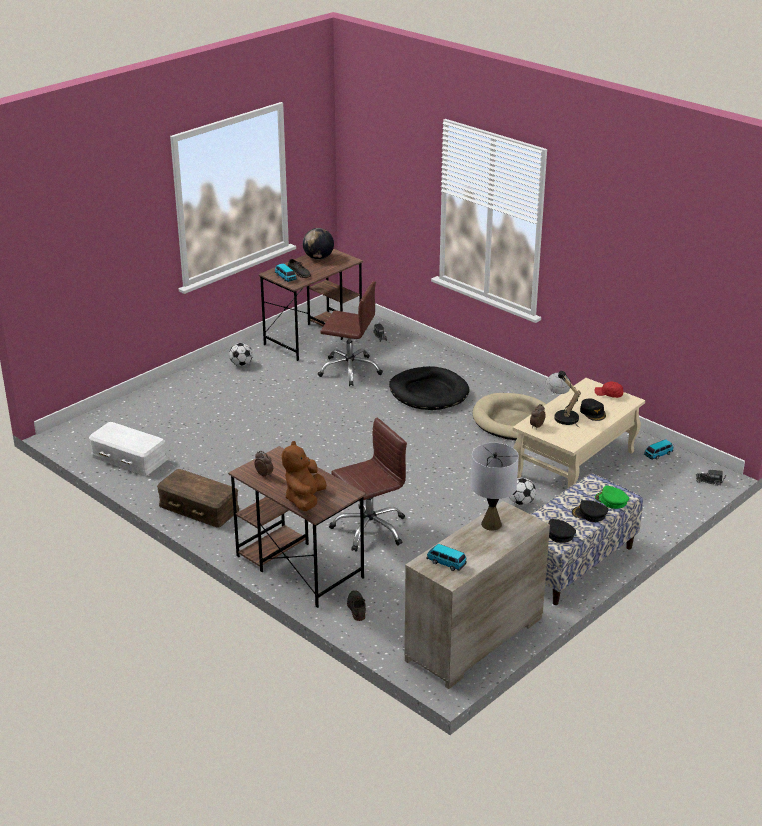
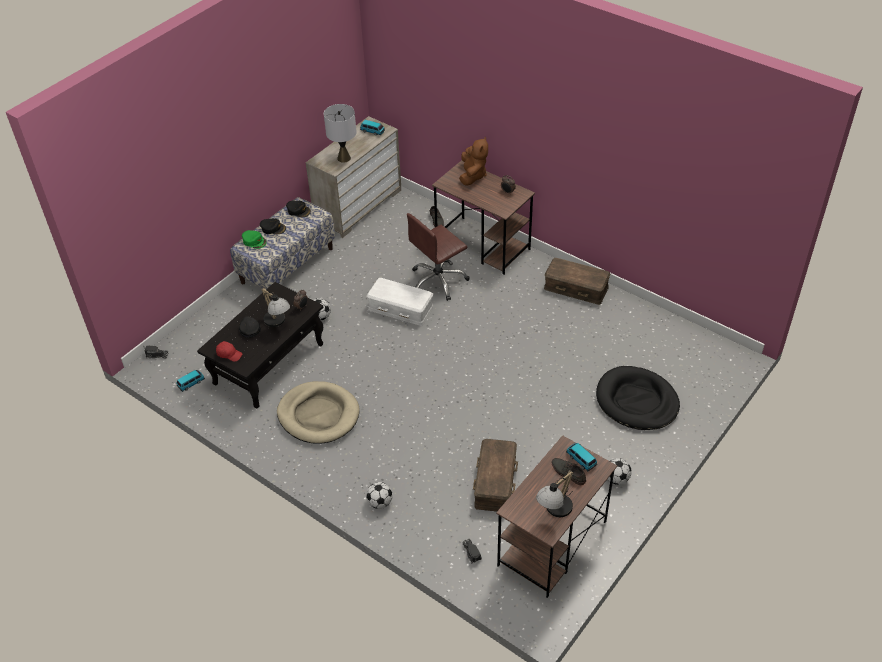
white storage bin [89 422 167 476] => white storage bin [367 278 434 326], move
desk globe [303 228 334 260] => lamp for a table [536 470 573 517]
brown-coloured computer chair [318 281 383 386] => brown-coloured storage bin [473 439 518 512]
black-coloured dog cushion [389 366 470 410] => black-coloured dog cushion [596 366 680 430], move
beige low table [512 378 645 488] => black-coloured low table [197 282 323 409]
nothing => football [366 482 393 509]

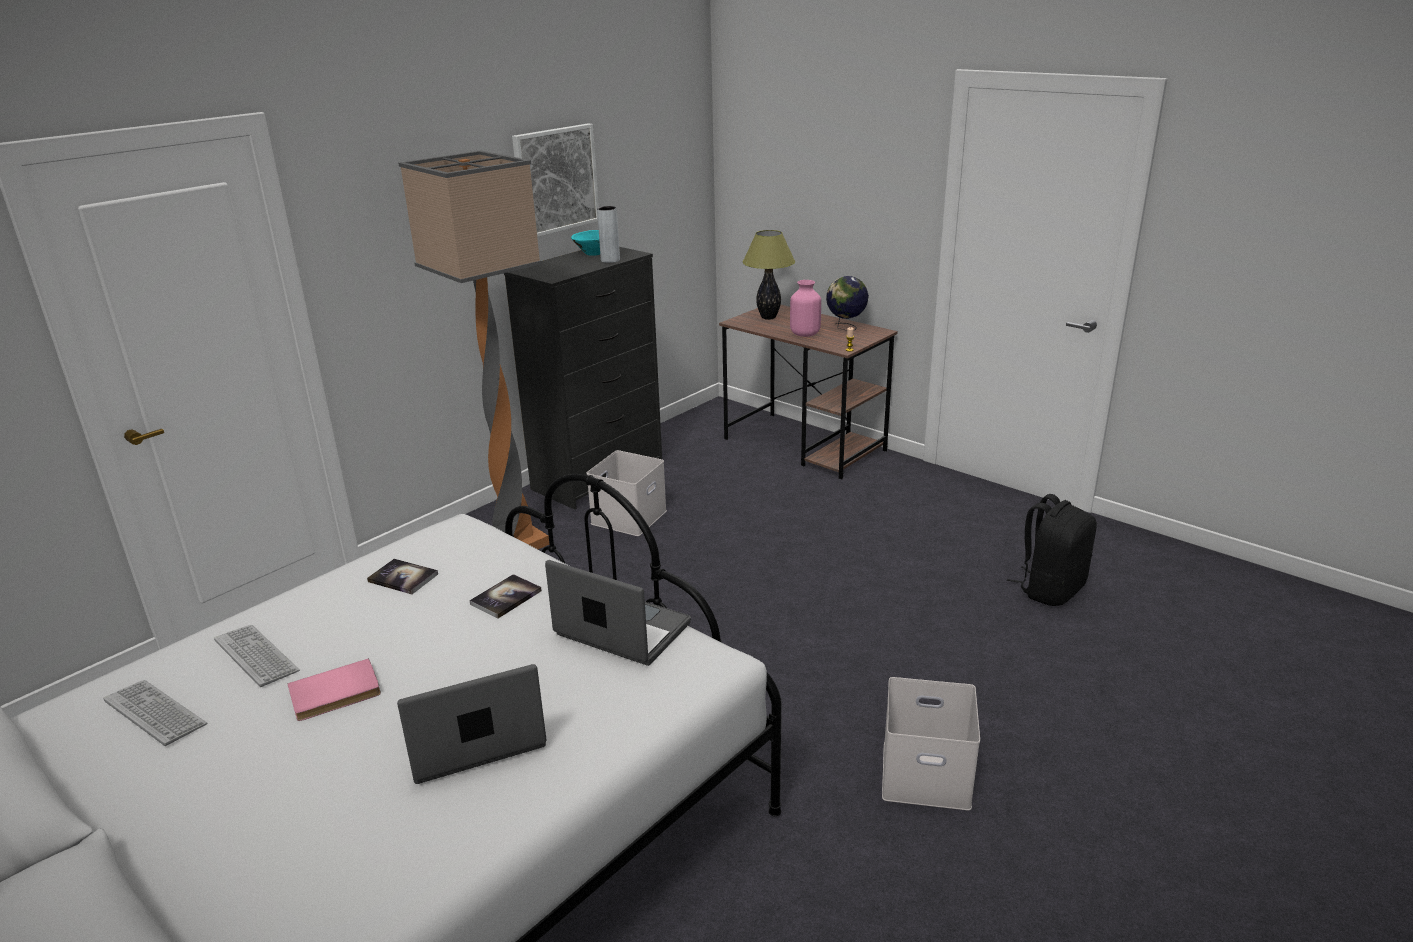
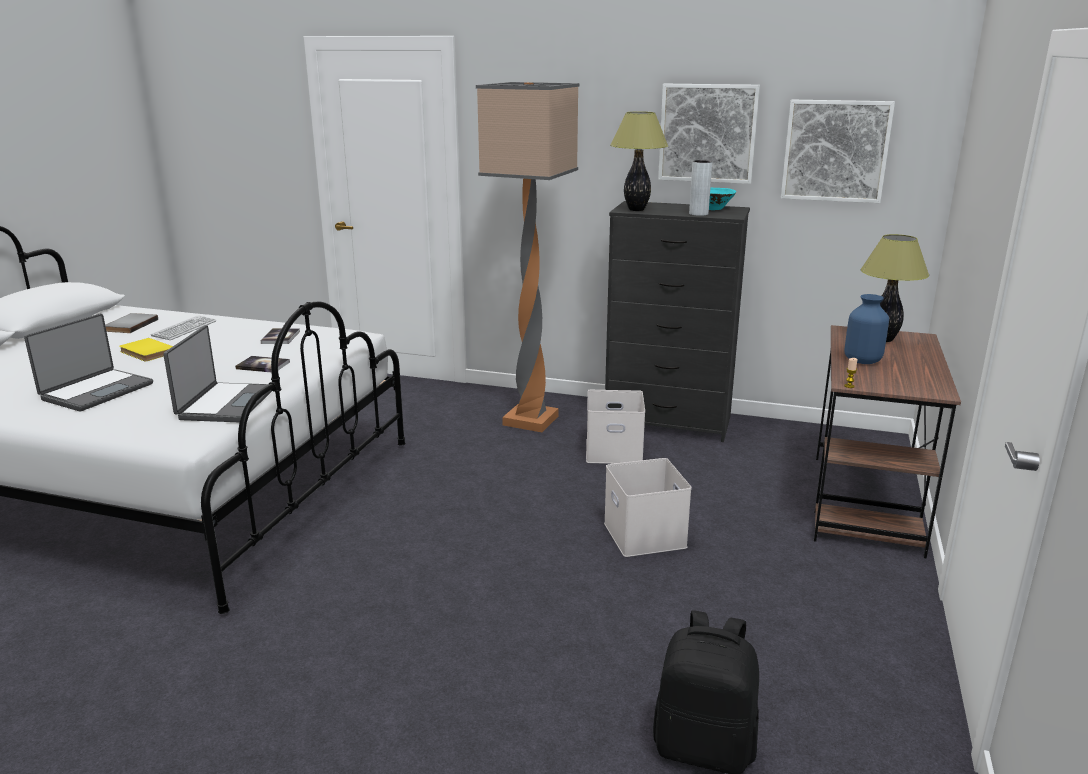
PC keyboard [103 680 207 746] => greyish bound book [105 313 158 333]
pink bound book [287 658 381 721] => yellow bound book [119 338 173 361]
laptop [397 664 547 784] => laptop [24 314 153 411], 75 degrees clockwise
pink flower vase [790 280 821 337] => bluish flower vase [844 294 889 364]
desk globe [826 276 869 331] => nothing
white storage bin [882 677 980 810] => white storage bin [604 458 692 557], move
nothing => lamp for a table [610 111 668 211]
nothing => wall picture [781 100 895 203]

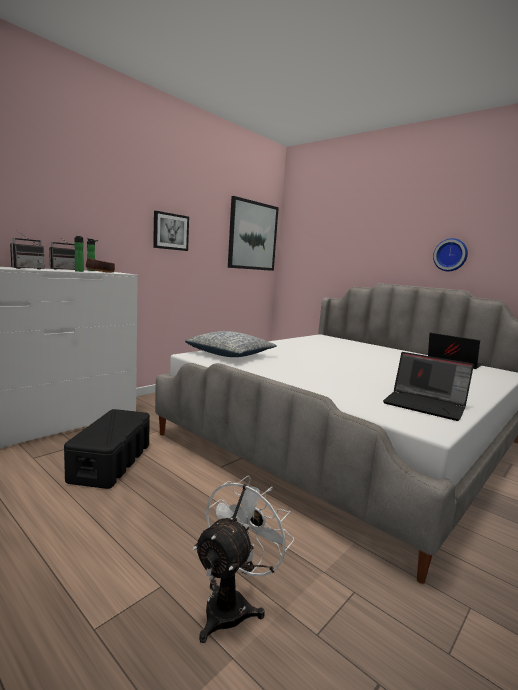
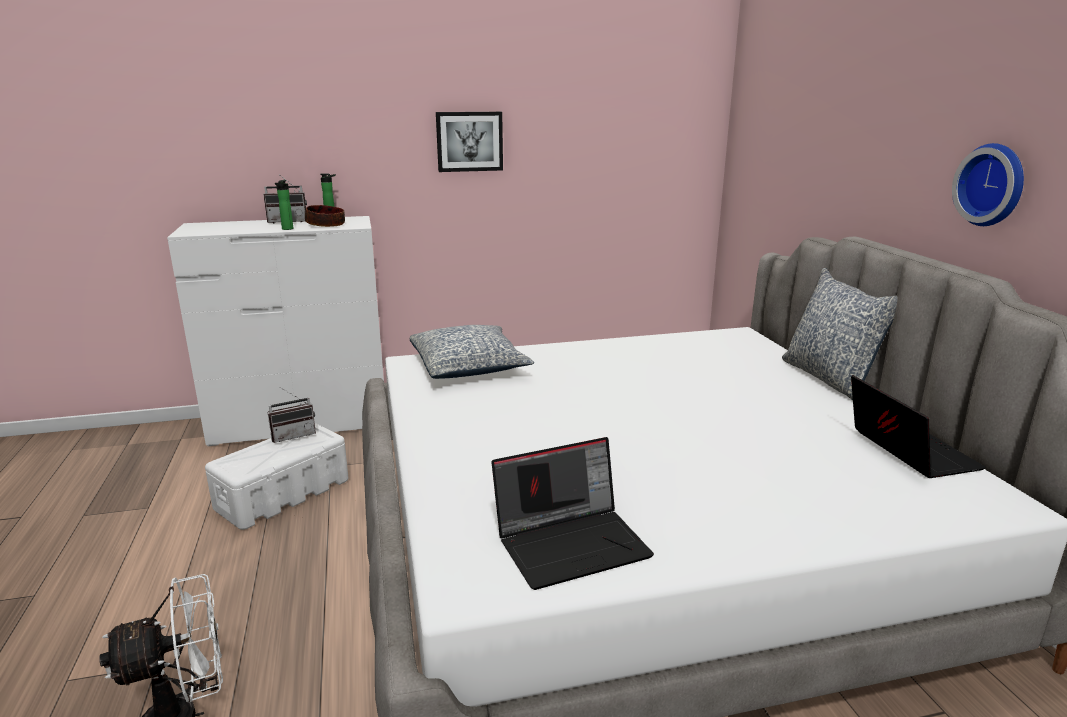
radio [10 231 45 269] => radio [268 387 316 443], move
black-coloured storage bin [64 409 150 489] => white storage bin [205 423 349 530]
wall picture [228 196 279 271] => nothing
laptop [383 352 474 421] => laptop [491 437 654 590], 90 degrees counterclockwise
nothing => pillow [782 268 898 400]

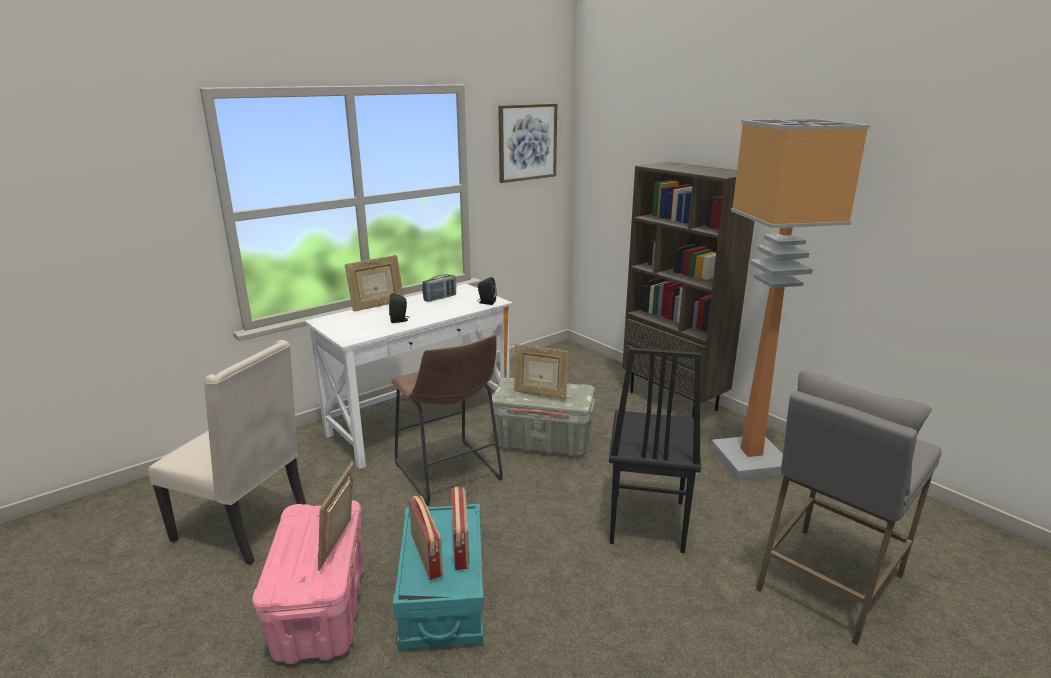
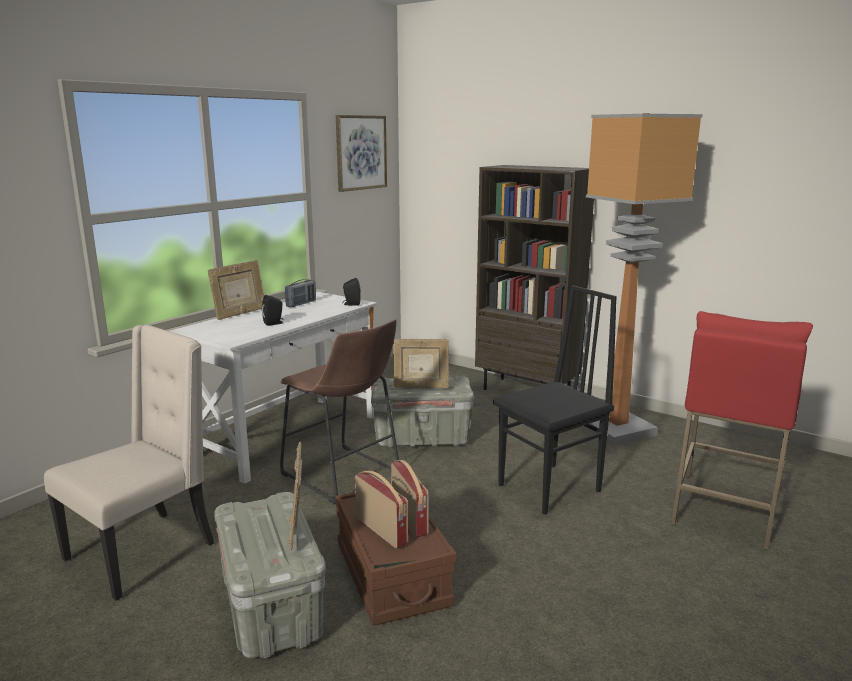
beige plain chair [148 340 306 565] => beige plain chair [44 325 214 600], 60 degrees counterclockwise
pink storage bin [252 500 364 664] => greyish storage bin [214 492 326 658]
turquoise-coloured storage bin [393 504 484 650] => brown-coloured storage bin [335 493 457 626]
black-coloured plain chair [609 348 701 553] => black-coloured plain chair [493 285 617 515], 120 degrees counterclockwise
greyish sitting stool [756 370 941 645] => red sitting stool [671 311 813 550]

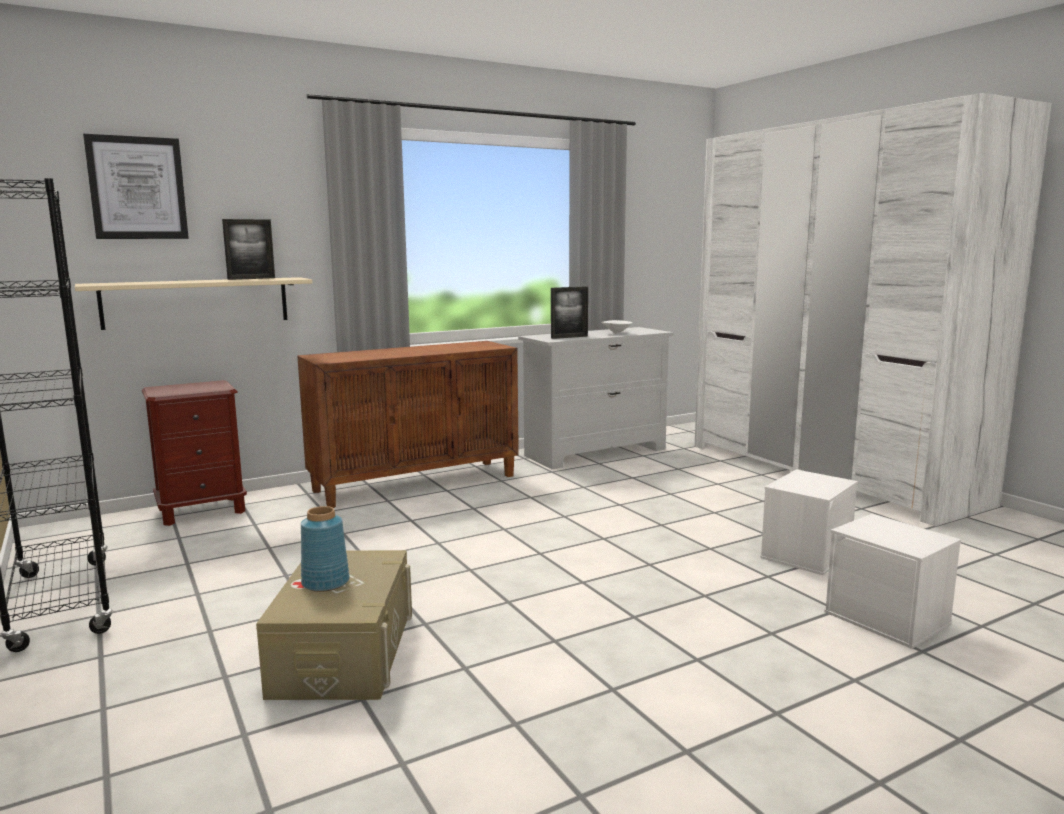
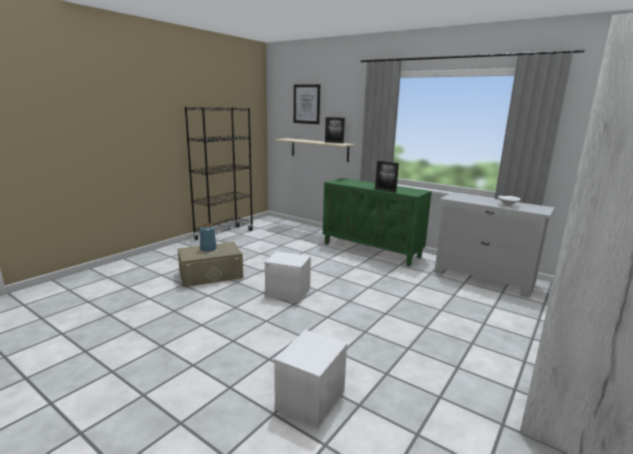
brown-coloured nightstand [142 380 247 526] => nothing
brown-coloured cabinet [297 341 519 508] => green-coloured cabinet [323 178 432 266]
photo frame [551 286 588 339] => photo frame [375 161 399 193], move
white storage bin [760 469 858 575] => white storage bin [264 251 311 302], move

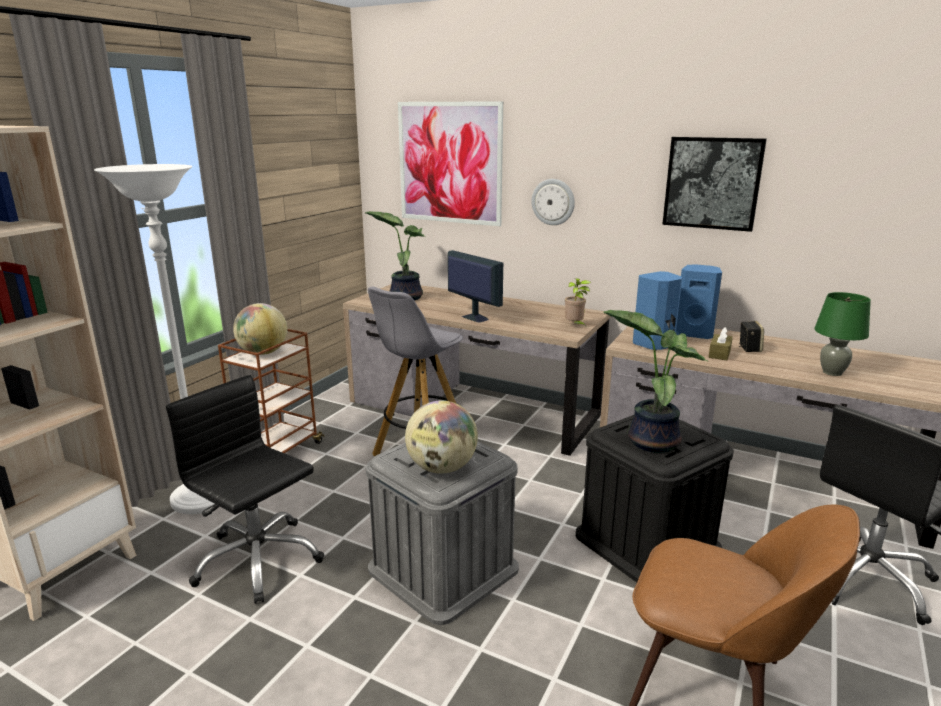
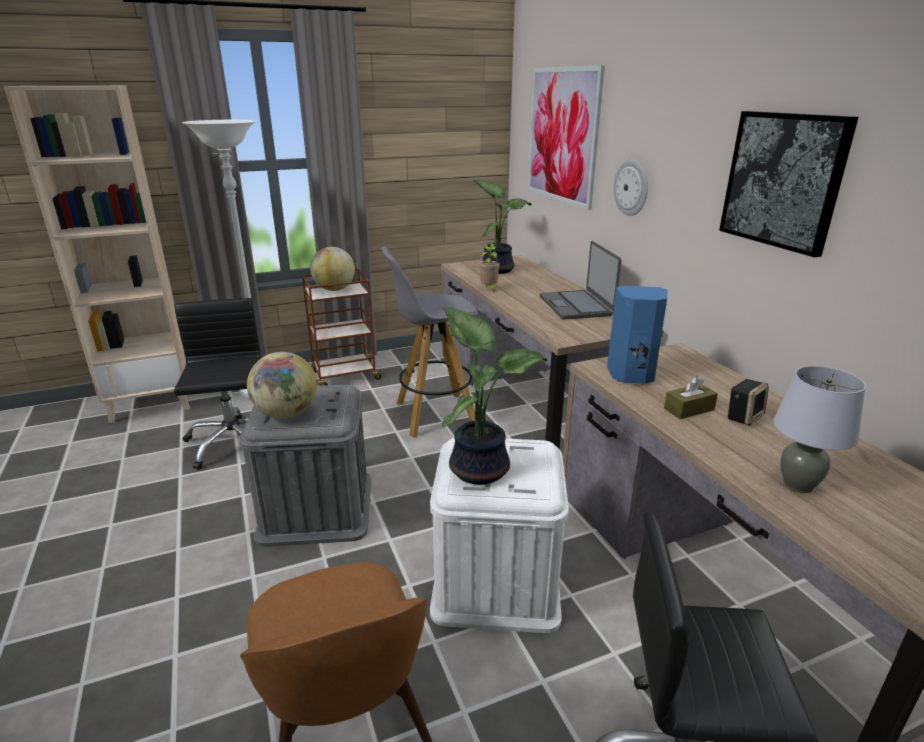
computer screen [448 250 503 323] => nothing
houseplant [565 278 591 328] => houseplant [479 243 500 291], move
black-coloured storage bin [576 415 734 582] => white storage bin [430 438 569 633]
bluish loudspeaker [676 264 722 339] => nothing
green-coloured lamp for a table [814 292 871 376] => greyish lamp for a table [773 366 866 493]
nothing => laptop [540 241 621 320]

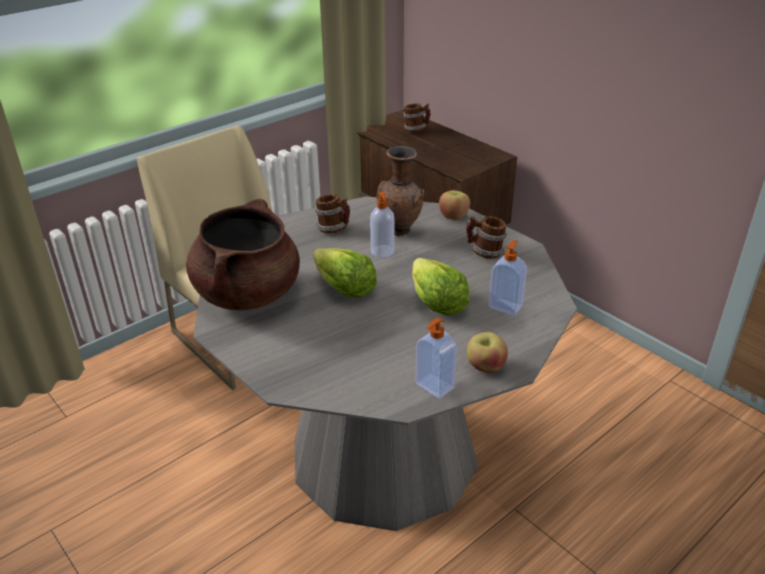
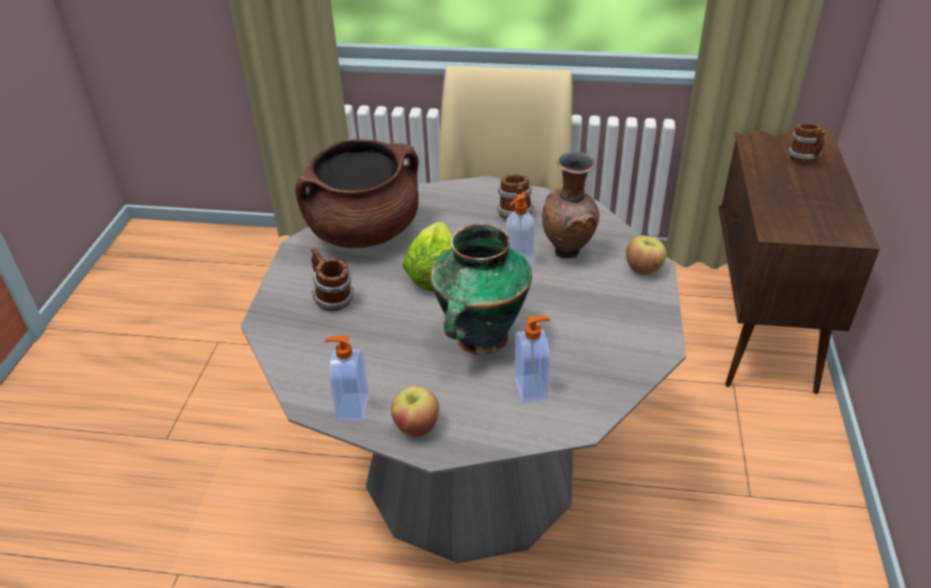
lettuce head [412 258 469 316] => flower vase [430 224 532 355]
mug [466 216 507 259] => mug [311 247 354 311], move

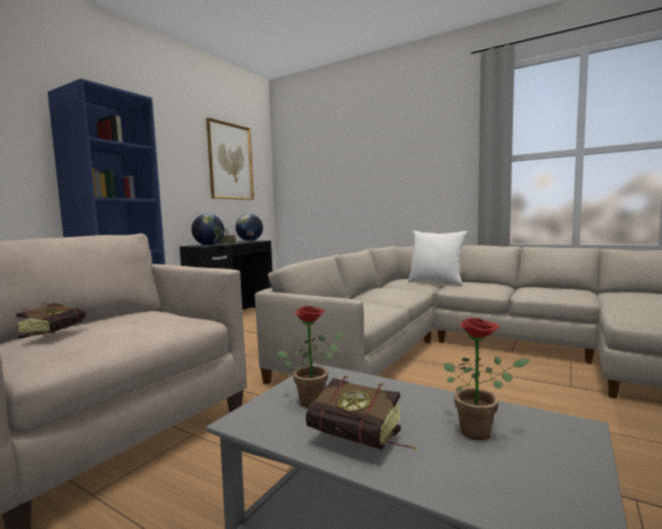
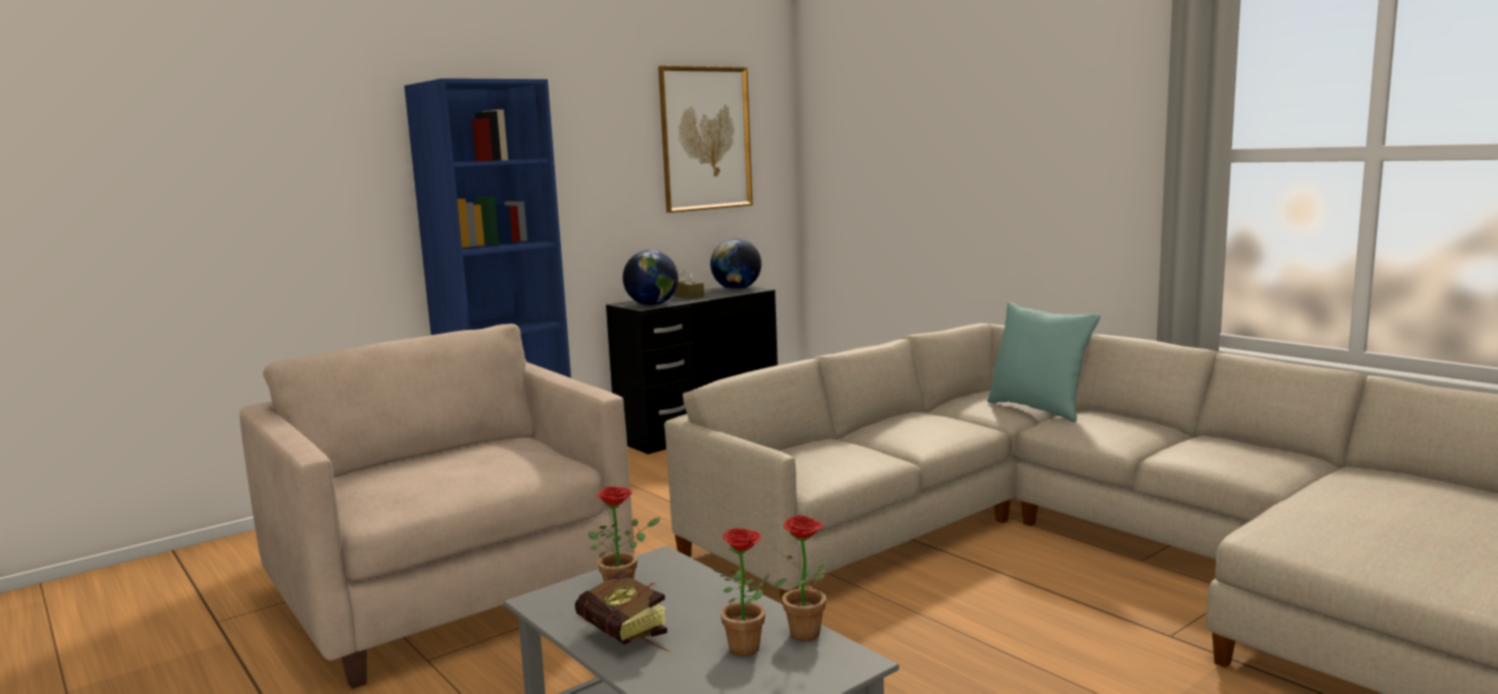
bound book [16 303 85 339] => nothing
white pillow [408 231 468 286] => turquoise-coloured pillow [987 302 1101 422]
nothing => houseplant [775 515 827 641]

